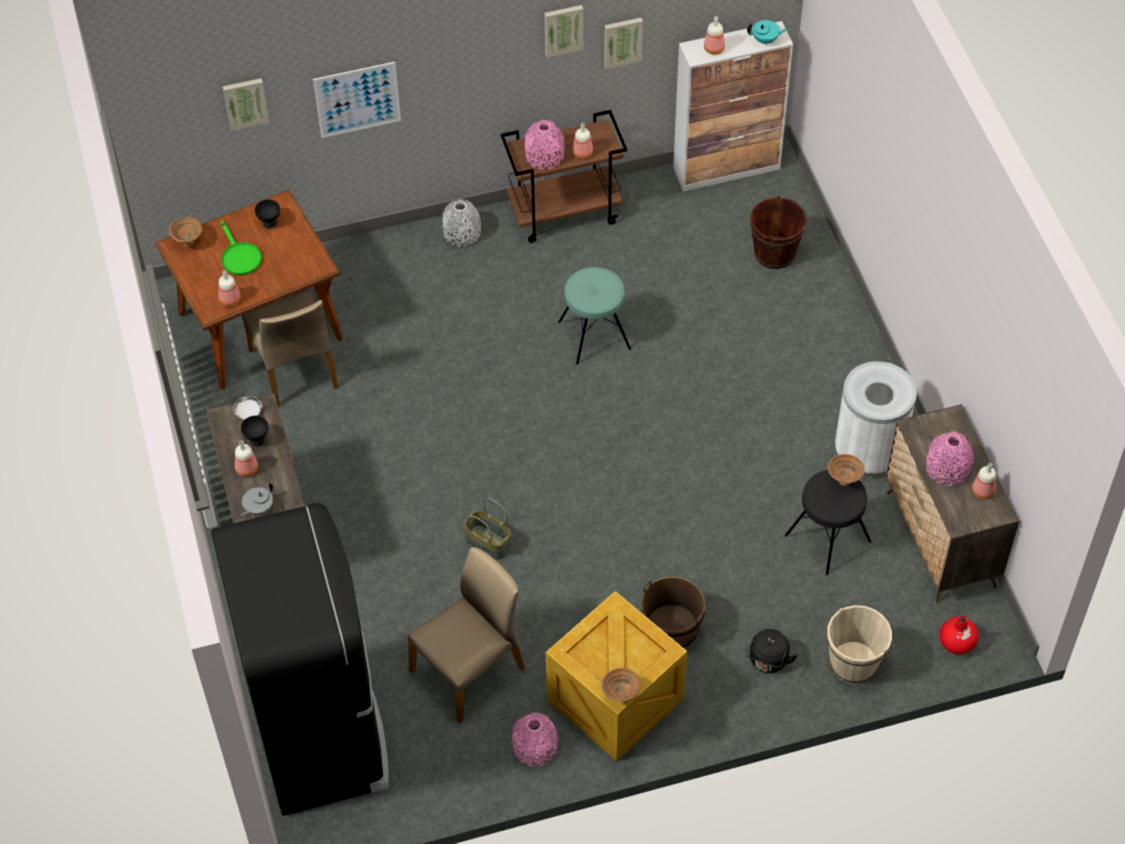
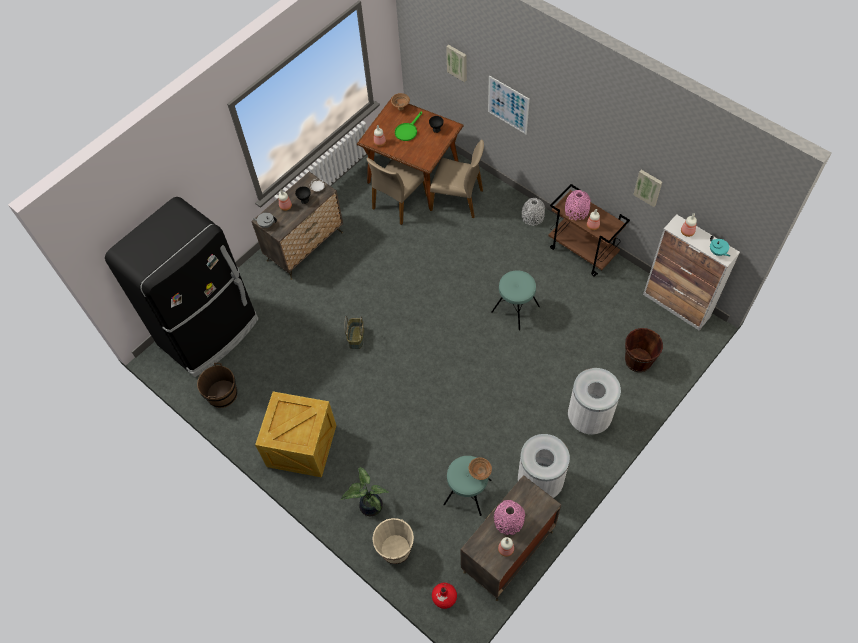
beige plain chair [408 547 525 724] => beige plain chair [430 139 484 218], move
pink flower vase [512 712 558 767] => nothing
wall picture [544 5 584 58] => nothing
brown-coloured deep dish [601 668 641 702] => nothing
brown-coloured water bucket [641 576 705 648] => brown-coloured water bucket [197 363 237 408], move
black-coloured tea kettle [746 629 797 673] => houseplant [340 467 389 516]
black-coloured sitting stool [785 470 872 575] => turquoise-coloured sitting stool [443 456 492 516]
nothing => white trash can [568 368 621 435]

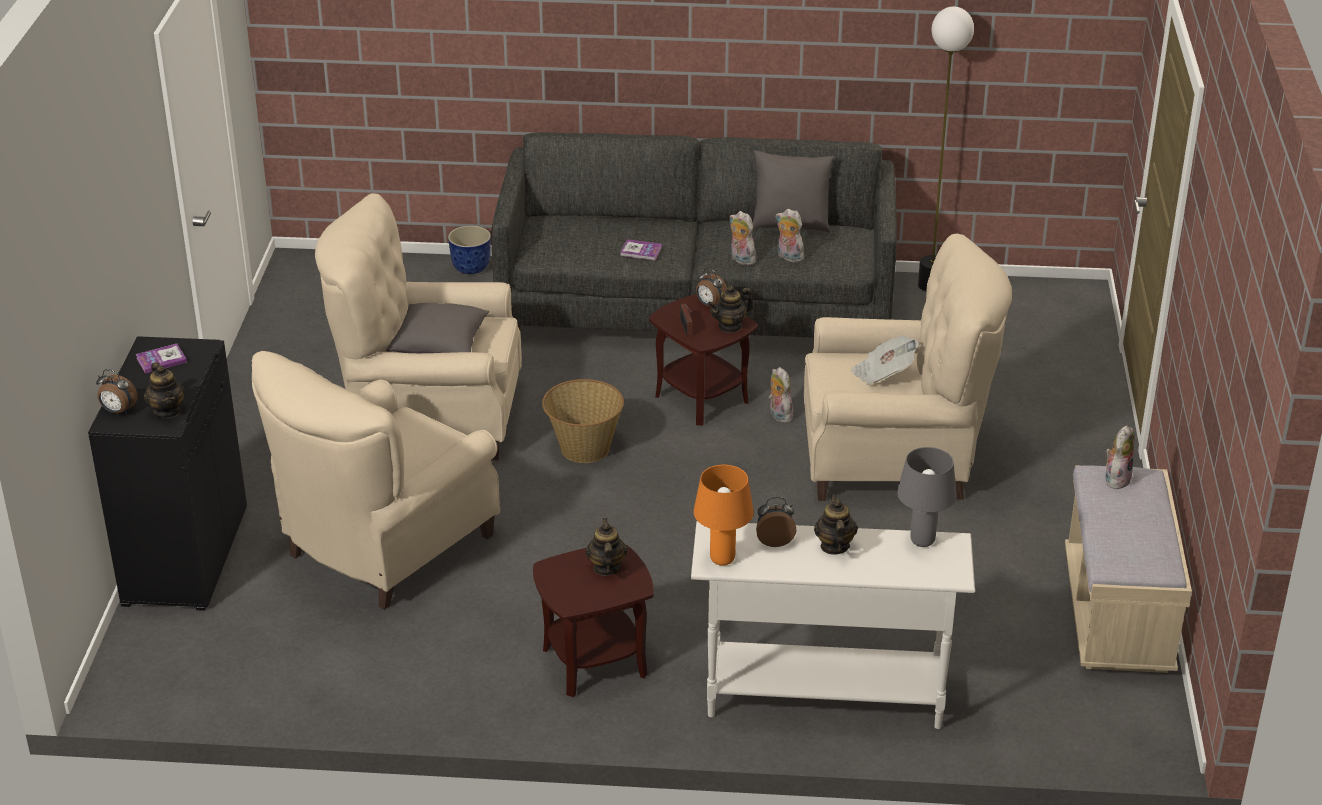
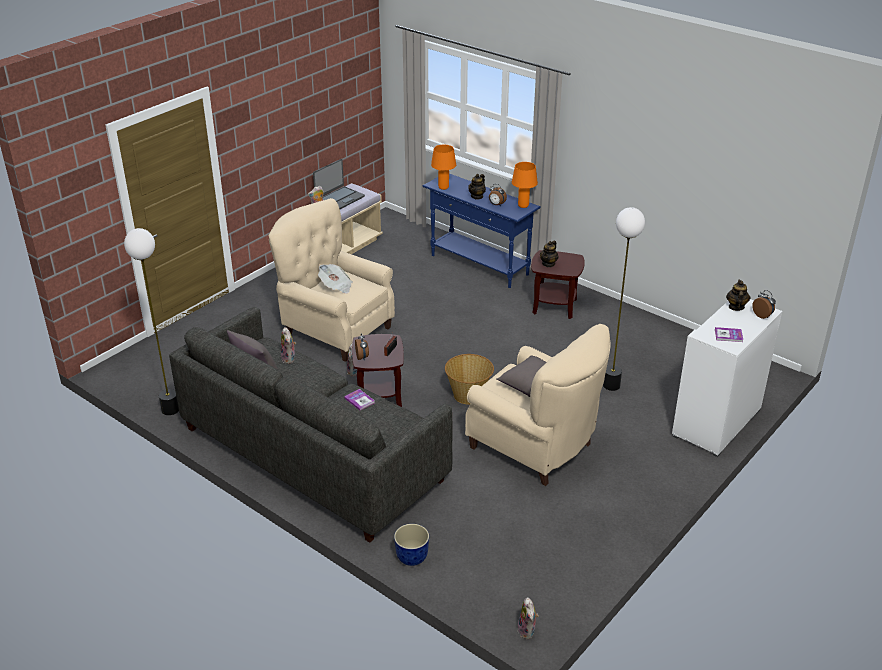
black-coloured cabinet [88 336 247 611] => white cabinet [672 299 782 457]
beige lounge chair [252 351 501 610] => standing lamp [603 207 645 391]
white narrow table [691 521 975 729] => bluish narrow table [423 174 541 288]
tea pot [708 285 754 333] => nothing
plush toy [730 211 756 266] => plush toy [518 597 539 639], move
greyish lamp for a table [897 447 957 547] => orange lamp for a table [431 145 456 190]
nothing => laptop [313 159 365 209]

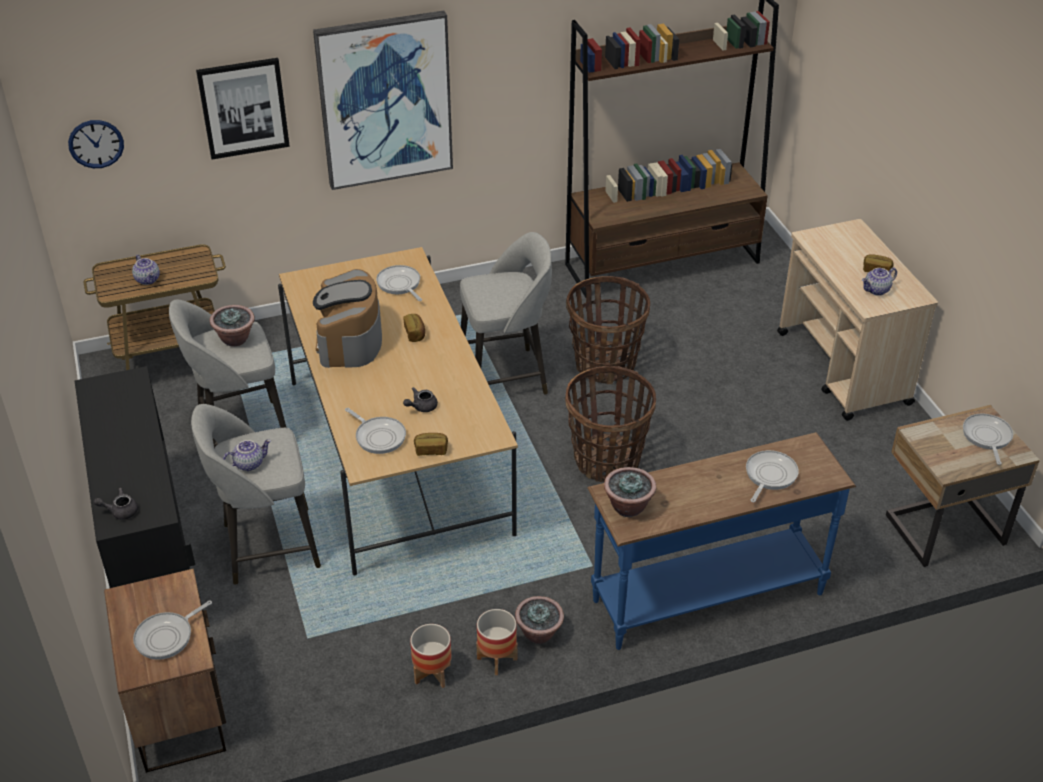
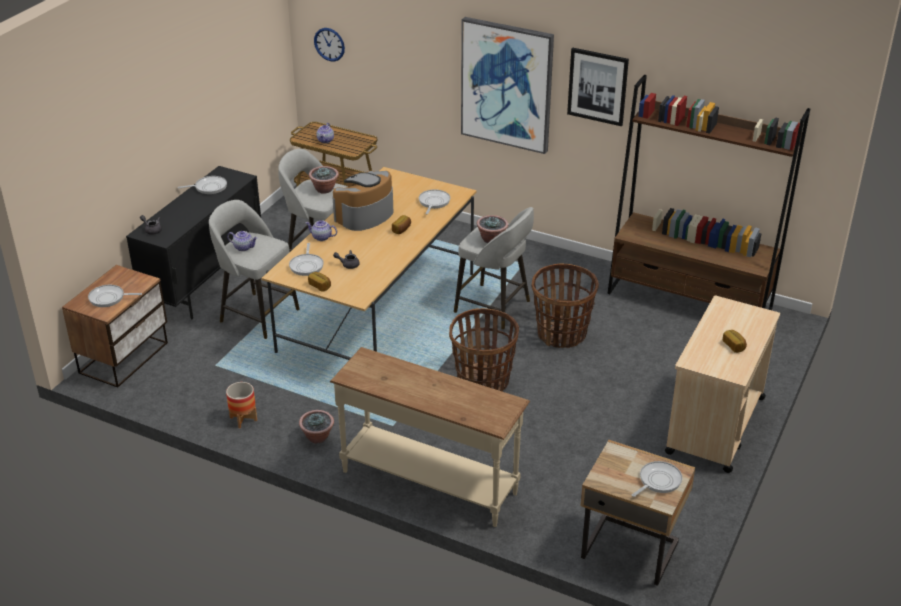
wall picture [196 58 290 159] => wall picture [567 48 629 126], move
plant pot [476 609 517 675] => nothing
bluish narrow table [587 432 856 650] => beige narrow table [330 347 530 527]
houseplant [604 467 656 517] => houseplant [477 215 508 243], move
frying pan [746 450 799 502] => frying pan [178 176 227 194], move
tea pot [862 268 897 296] => tea pot [305 220 337 241], move

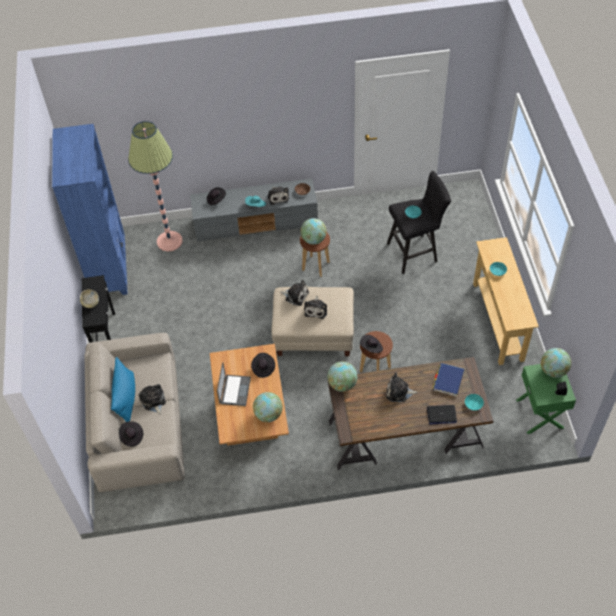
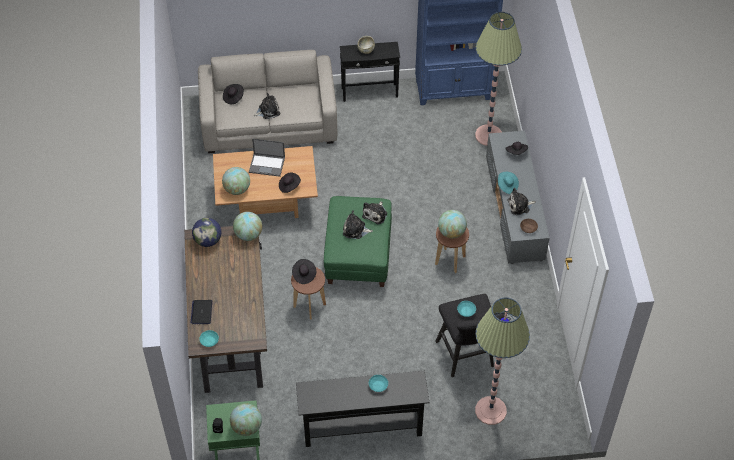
bluish pillow [111 357 135 422] => nothing
beige pouffe [271 287 354 356] => green-coloured pouffe [324 196 392 287]
plush toy [386 372 418 402] => nothing
bluish bound book [433 363 464 396] => nothing
beige narrow table [473 237 539 365] => black-coloured narrow table [296 371 429 447]
nothing => desk globe [192 218 221 247]
nothing => standing lamp [475 298 530 425]

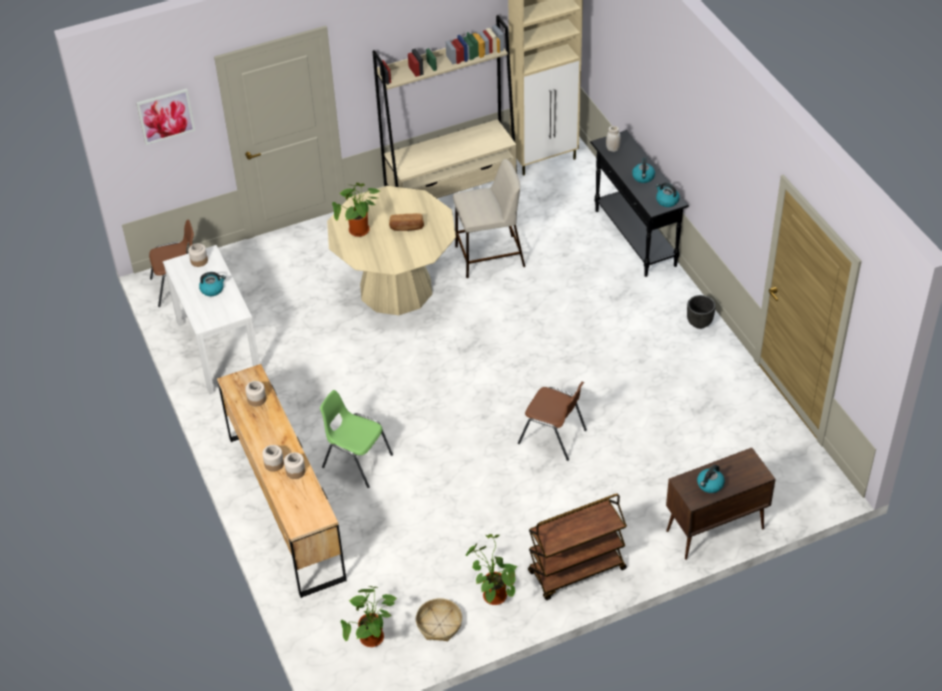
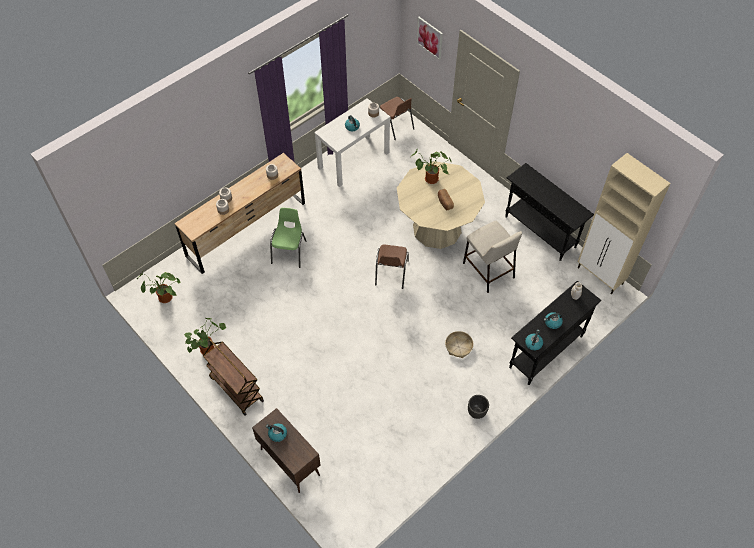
beige shelving unit [372 15 517 198] => black-coloured narrow table [505 163 594 261]
household basket [416 598 462 641] => household basket [445 331 474 358], move
brown-coloured plain chair [518 382 587 461] => brown-coloured plain chair [375 245 409 289], move

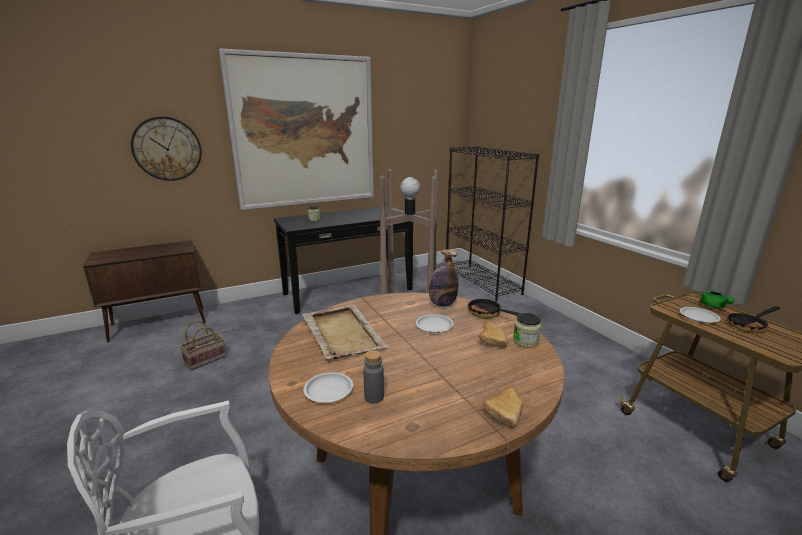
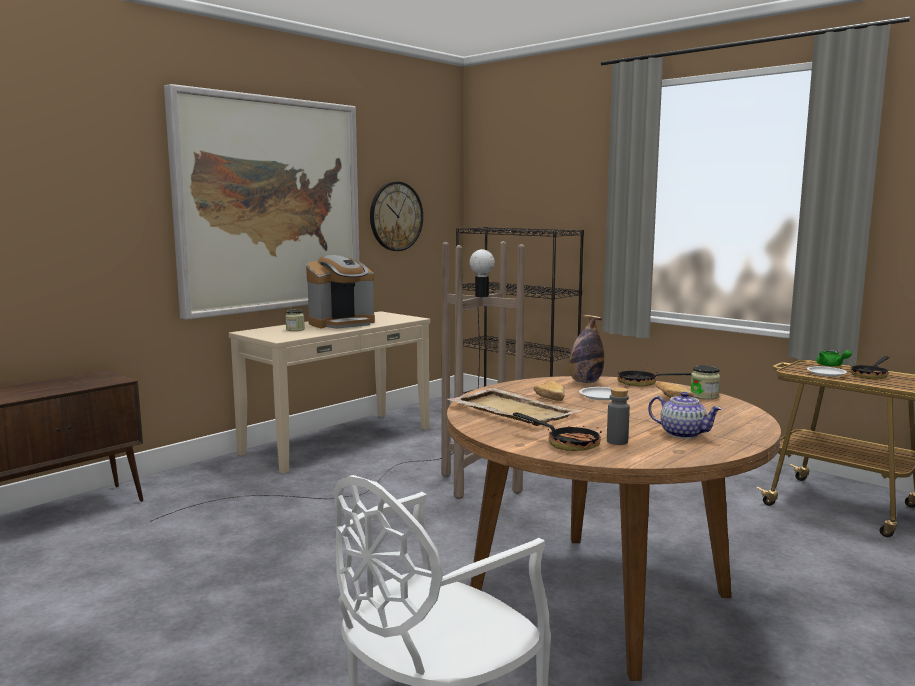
wall clock [131 116 202 181] => wall clock [370 182 423 251], move
household basket [180 320 226 370] => nothing
black-coloured narrow table [274 206 413 314] => beige narrow table [229 311 430 474]
white dinner plate [304 372 353 403] => frying pan [513 413 602 451]
bakery bread [483 386 524 428] => bakery bread [534 380 565 401], move
nothing => coffee machine [306 255 375 329]
nothing => tea pot [648 392 722 439]

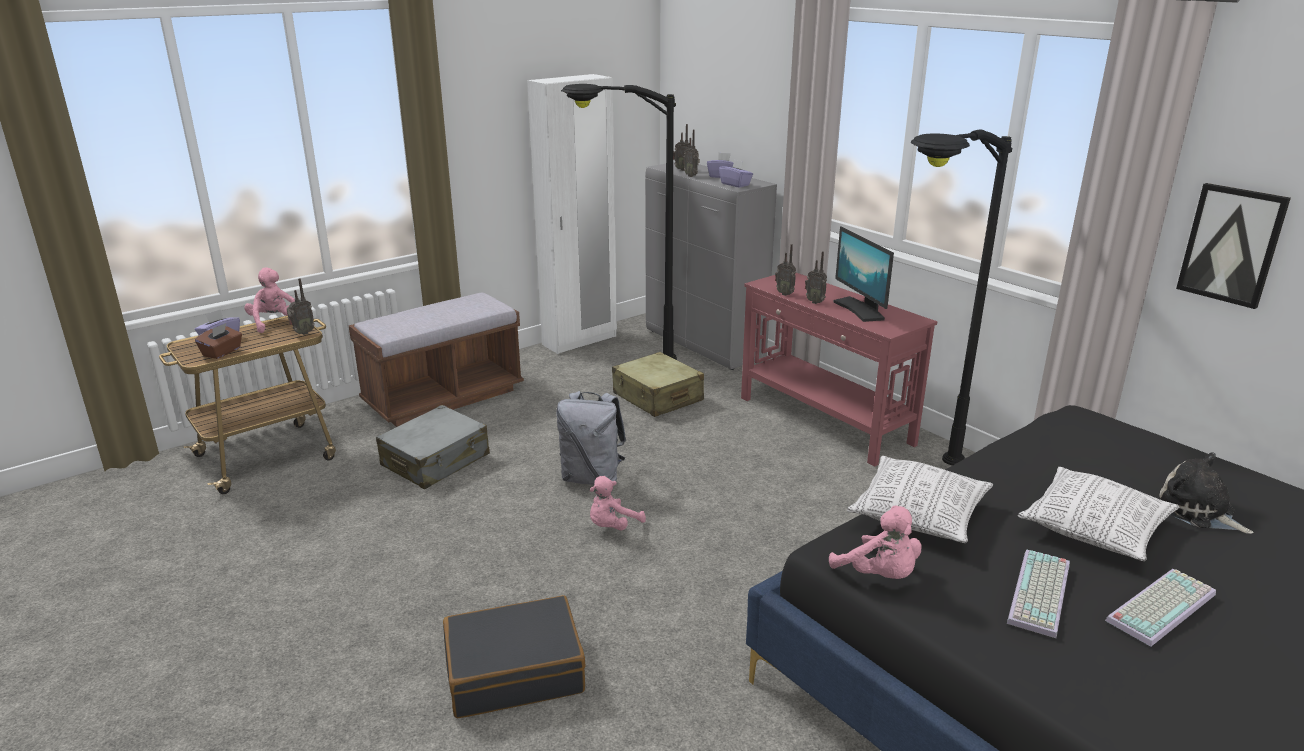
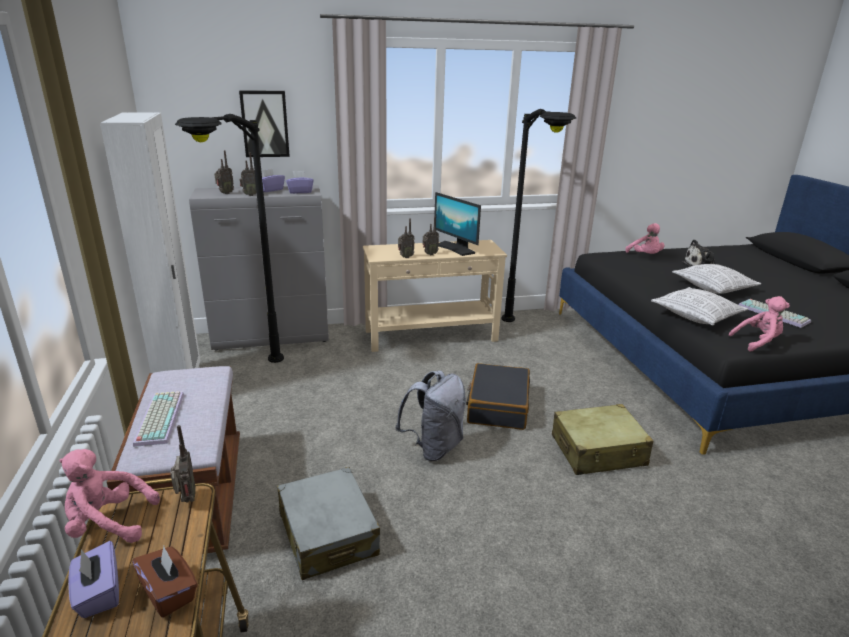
black-coloured suitcase [443 595 585 718] => black-coloured suitcase [466 363 530 430], move
pink plush toy [590 476 646 530] => pink plush toy [625 223 665 254], move
beige suitcase [612 352 704 417] => beige suitcase [552 404 653 475], move
red narrow table [741 273 937 466] => beige narrow table [363 240 507 352]
computer screen [833 227 894 322] => computer screen [435 192 481 256], 45 degrees clockwise
PC keyboard [1105 569 1216 647] => PC keyboard [133 391 184 447], move
wall picture [1176 183 1291 309] => wall picture [239 90 290 157], move

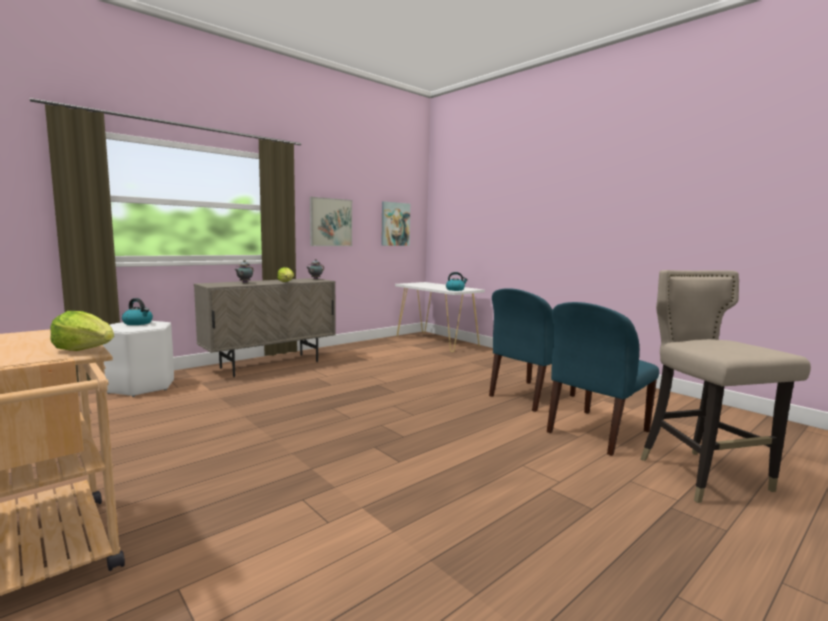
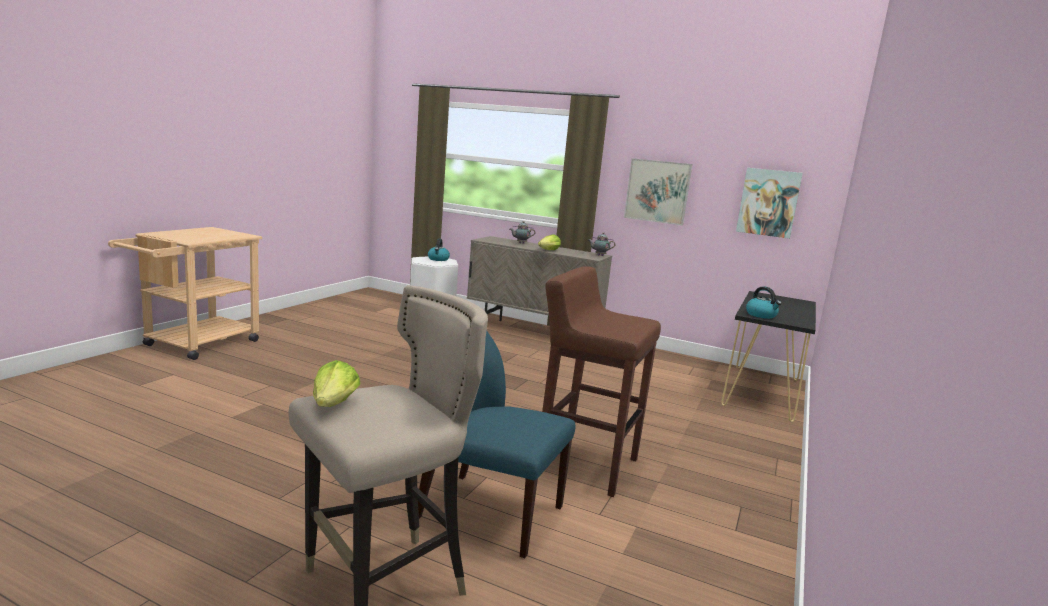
lettuce head [50 311 114 351] => lettuce head [313 360 361 407], move
white narrow table [395 282 485 352] => black-coloured narrow table [721 291 816 422]
bluish plain chair [489 288 576 412] => brown-coloured sitting stool [542 266 661 497]

